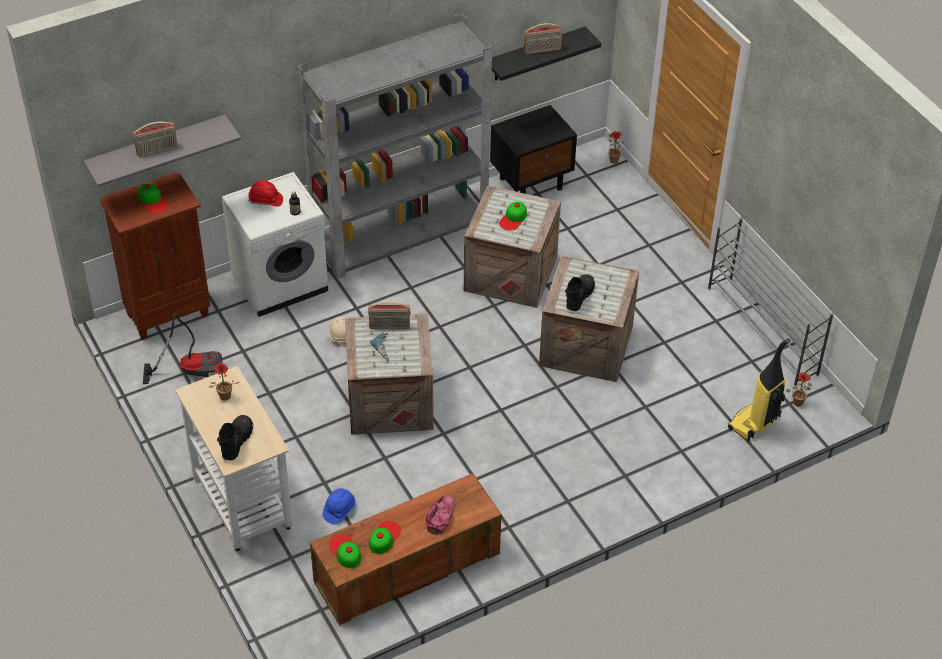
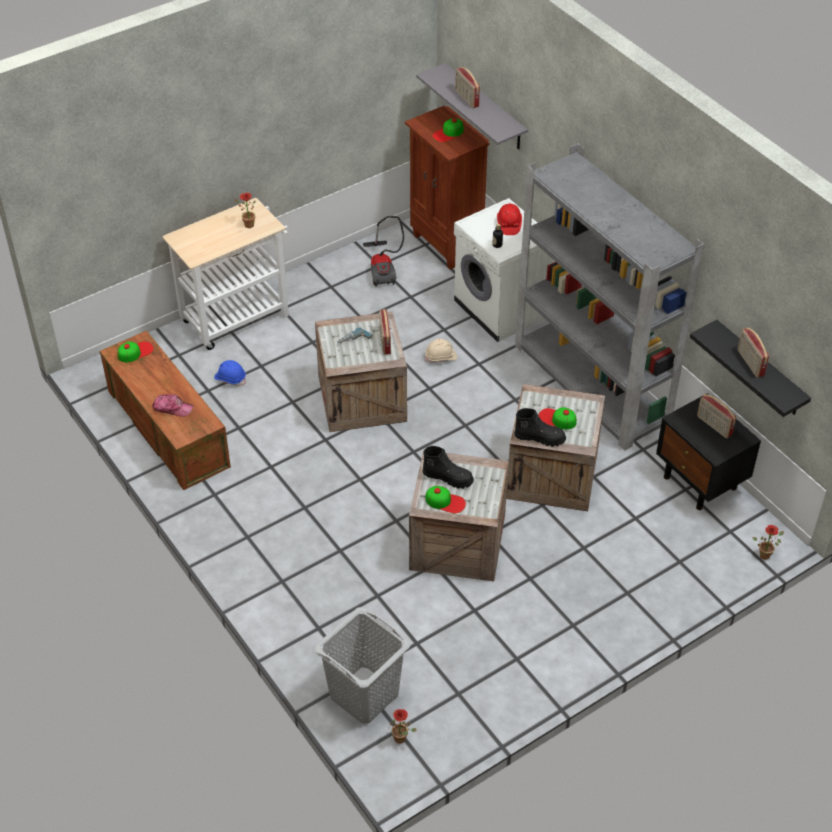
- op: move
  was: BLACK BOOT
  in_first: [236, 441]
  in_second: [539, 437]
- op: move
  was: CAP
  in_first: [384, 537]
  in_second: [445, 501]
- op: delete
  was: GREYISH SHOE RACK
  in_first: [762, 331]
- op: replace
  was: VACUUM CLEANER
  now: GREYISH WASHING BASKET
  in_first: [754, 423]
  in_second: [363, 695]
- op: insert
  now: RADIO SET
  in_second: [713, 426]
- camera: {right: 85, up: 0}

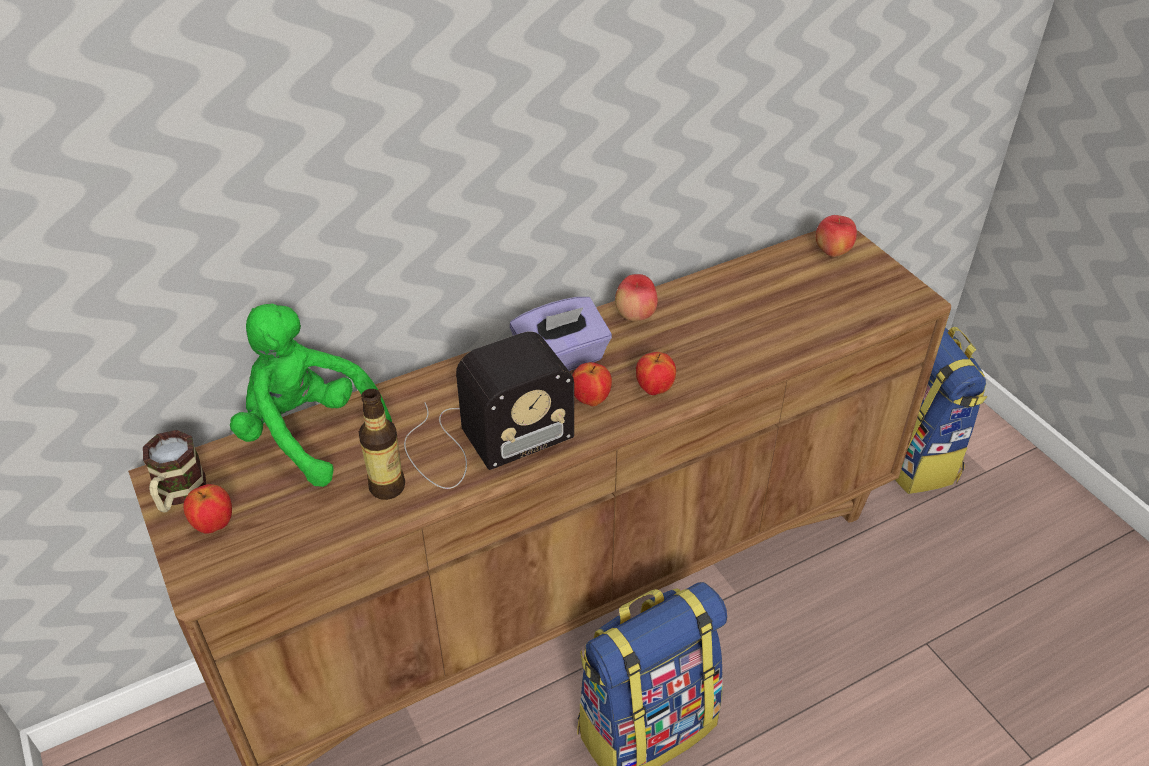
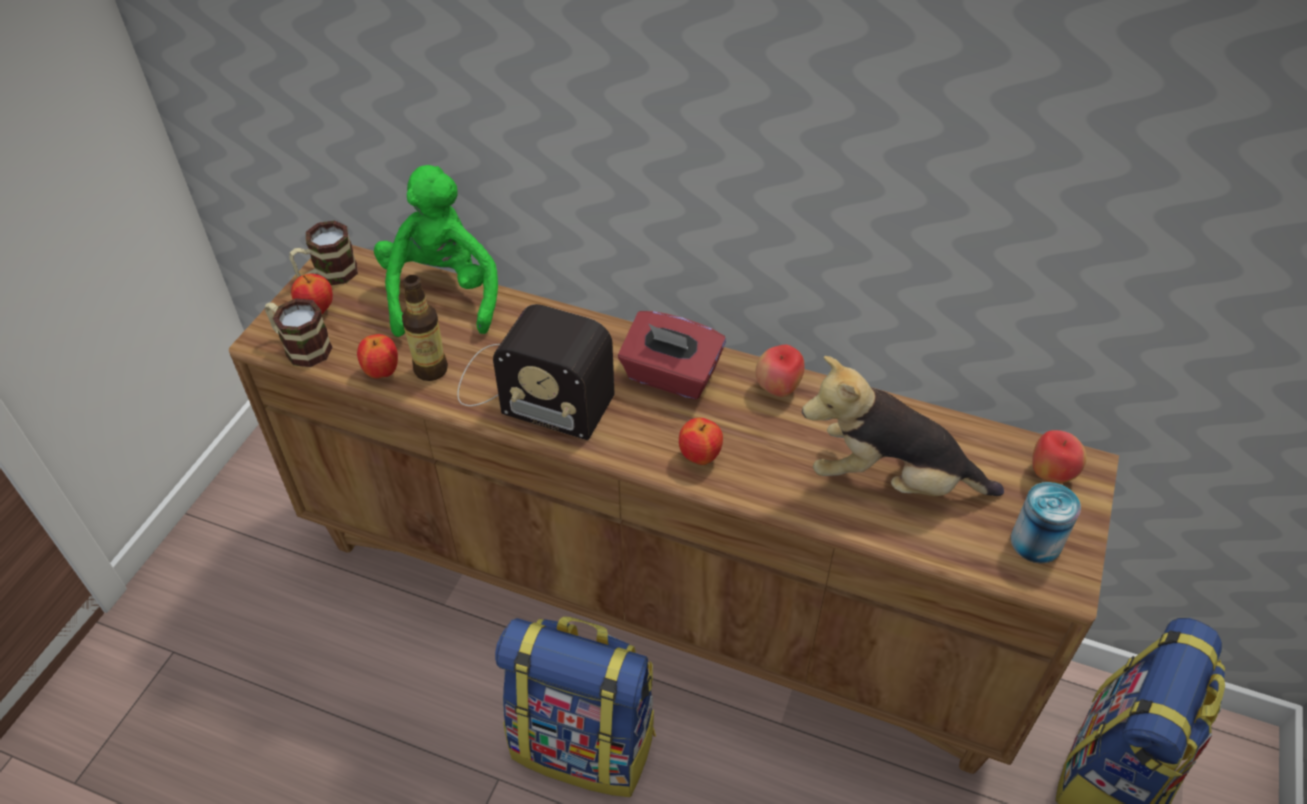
- op: recolor
  was: PURPLE TISSUE BOX
  now: RED TISSUE BOX
  in_first: [561, 359]
  in_second: [670, 376]
- op: move
  was: WHOLE APPLE
  in_first: [591, 400]
  in_second: [382, 372]
- op: insert
  now: MUG
  in_second: [301, 347]
- op: insert
  now: PLUSH TOY
  in_second: [890, 480]
- op: insert
  now: CAN
  in_second: [1035, 542]
- camera: {right: 50, up: 5}

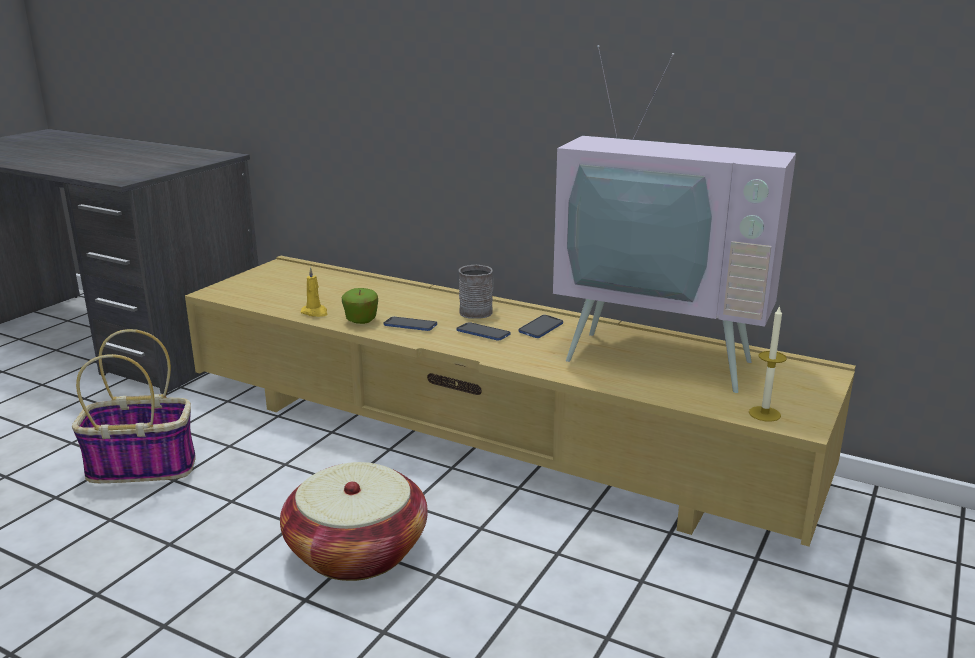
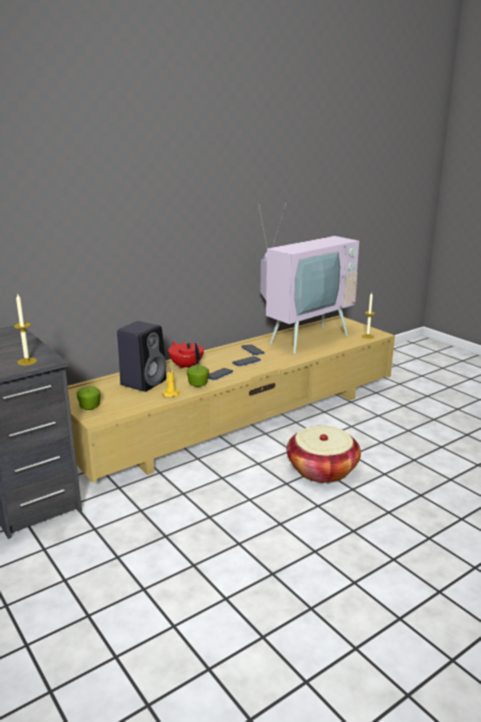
- op: delete
  was: BASKET
  in_first: [144, 466]
- op: delete
  was: GREYISH MUG
  in_first: [479, 311]
- op: insert
  now: WAX CANDLE
  in_second: [27, 361]
- op: insert
  now: WHOLE APPLE
  in_second: [89, 407]
- op: insert
  now: BLACK LOUDSPEAKER
  in_second: [144, 382]
- op: insert
  now: RED TEA POT
  in_second: [186, 366]
- camera: {right: -65, up: 0}

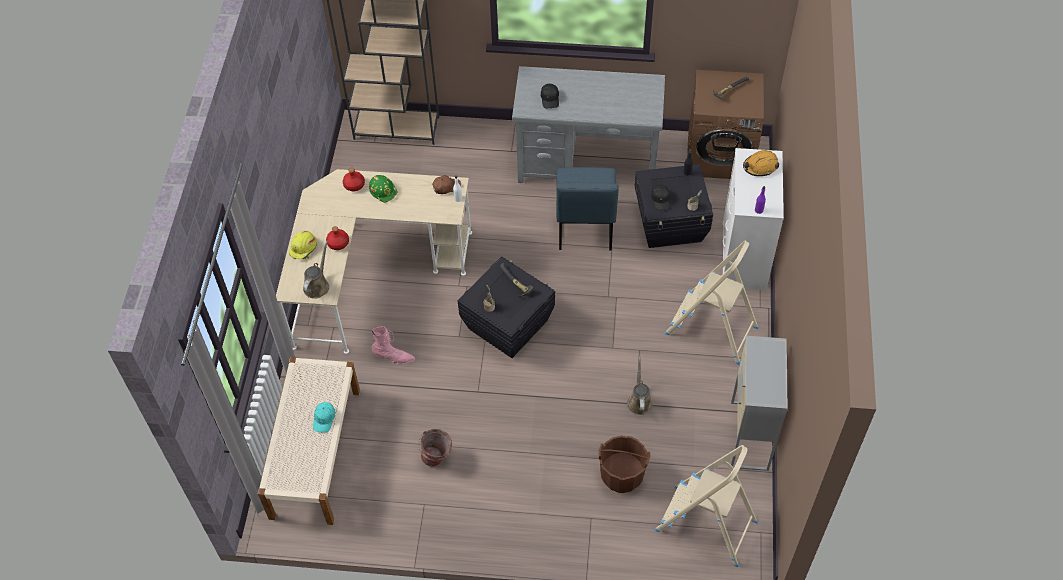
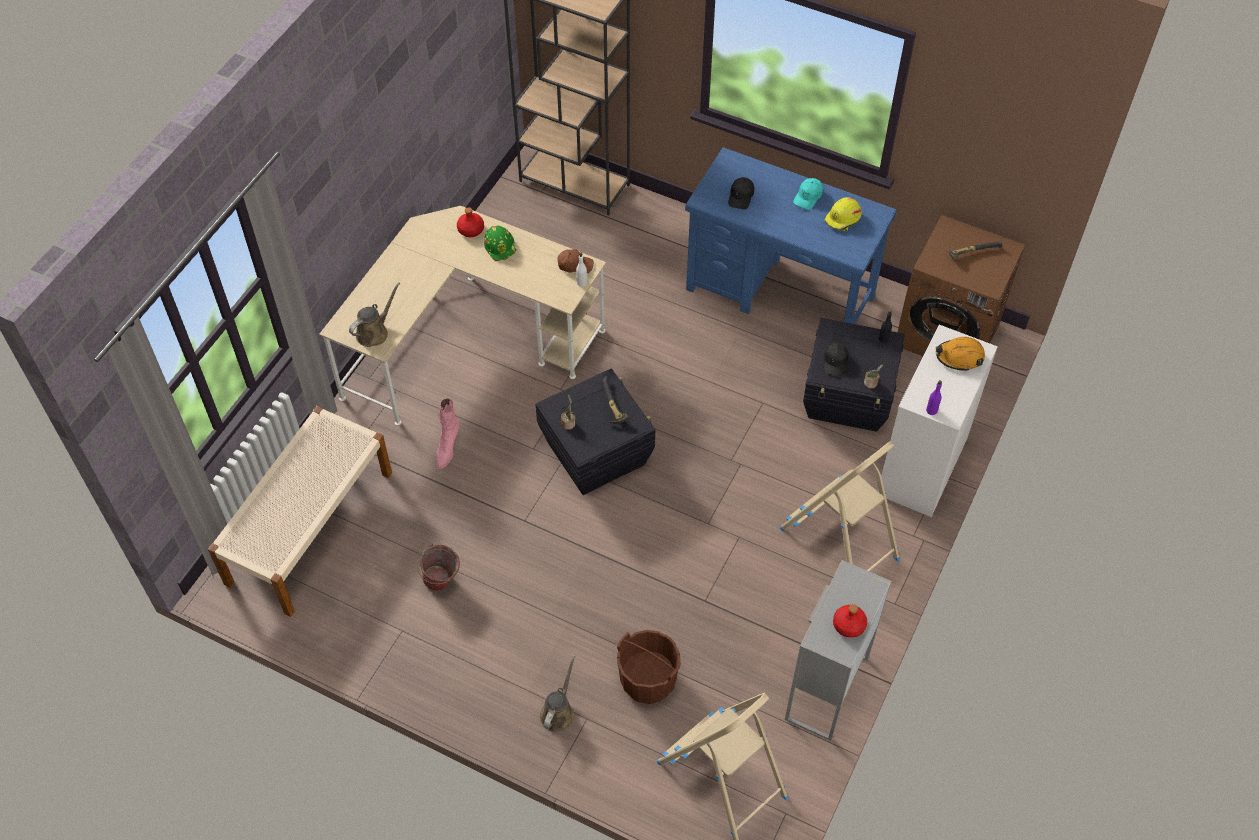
- op: move
  was: YELLOW HARD HAT
  in_first: [304, 248]
  in_second: [843, 219]
- op: move
  was: BLUE-GREEN CAP
  in_first: [324, 419]
  in_second: [808, 197]
- op: move
  was: RED DRINK BOTTLE
  in_first: [338, 243]
  in_second: [848, 624]
- op: rotate
  was: PINK BOOT
  in_first: [394, 358]
  in_second: [447, 448]
  clockwise: 75
- op: recolor
  was: GREYISH DESK UNIT
  now: BLUE DESK UNIT
  in_first: [587, 163]
  in_second: [780, 292]
- op: delete
  was: BLUE CHAIR
  in_first: [584, 227]
- op: move
  was: BROWNISH WATERING POT
  in_first: [639, 401]
  in_second: [558, 712]
- camera: {right: 20, up: 0}

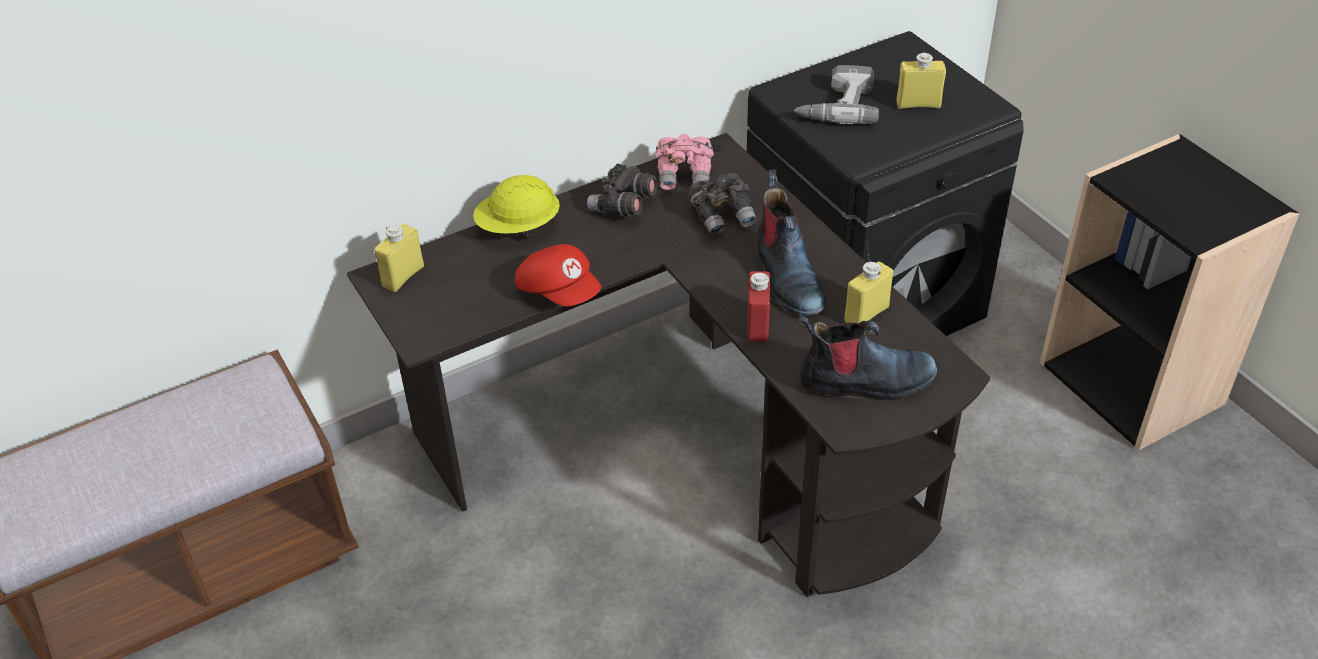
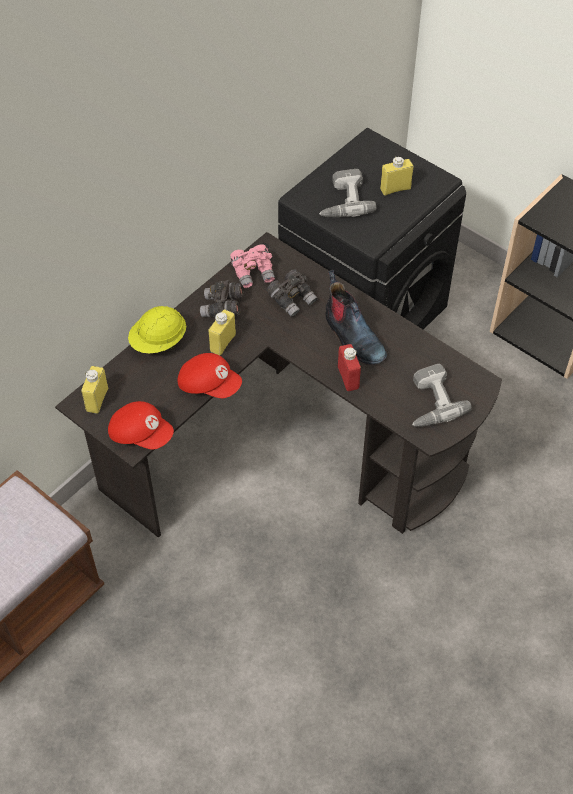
- op: replace
  was: BOOT
  now: DRILL
  in_first: [865, 382]
  in_second: [429, 402]
- op: move
  was: YELLOW DRINK BOTTLE
  in_first: [866, 314]
  in_second: [223, 343]
- op: insert
  now: RED CAP
  in_second: [141, 434]
- camera: {right: -20, up: 10}

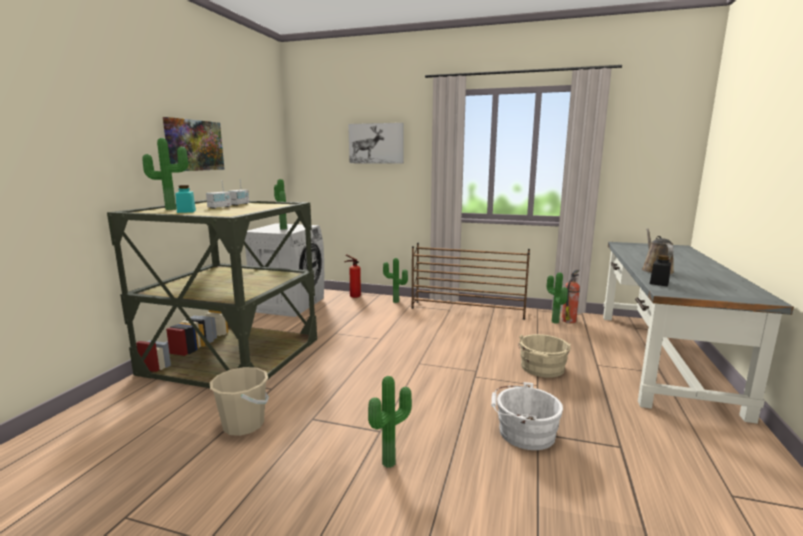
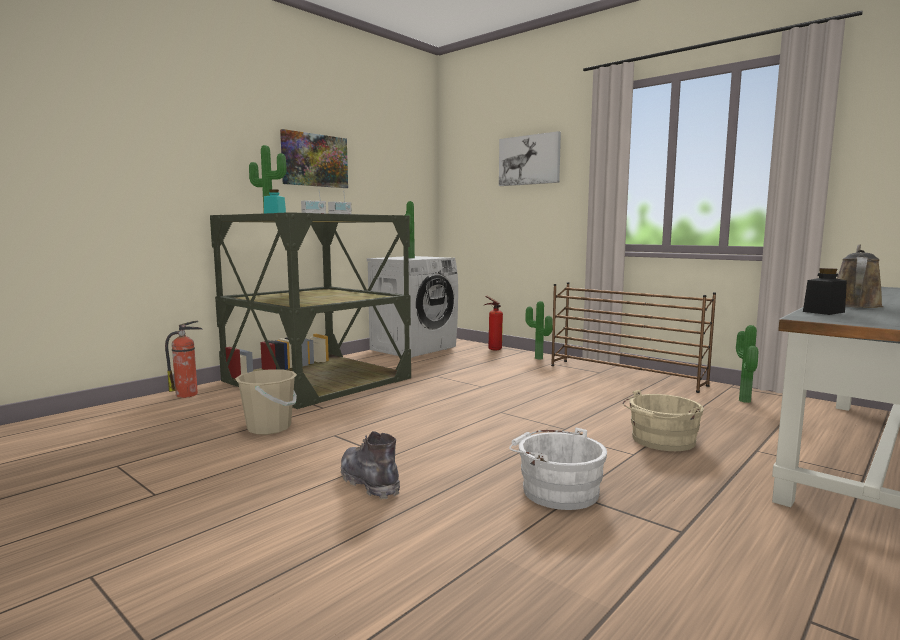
- op: replace
  was: POTTED PLANT
  now: GREYISH BOOT
  in_first: [391, 464]
  in_second: [369, 482]
- op: move
  was: FIRE EXTINGUISHER
  in_first: [569, 320]
  in_second: [188, 394]
- camera: {right: 25, up: -5}

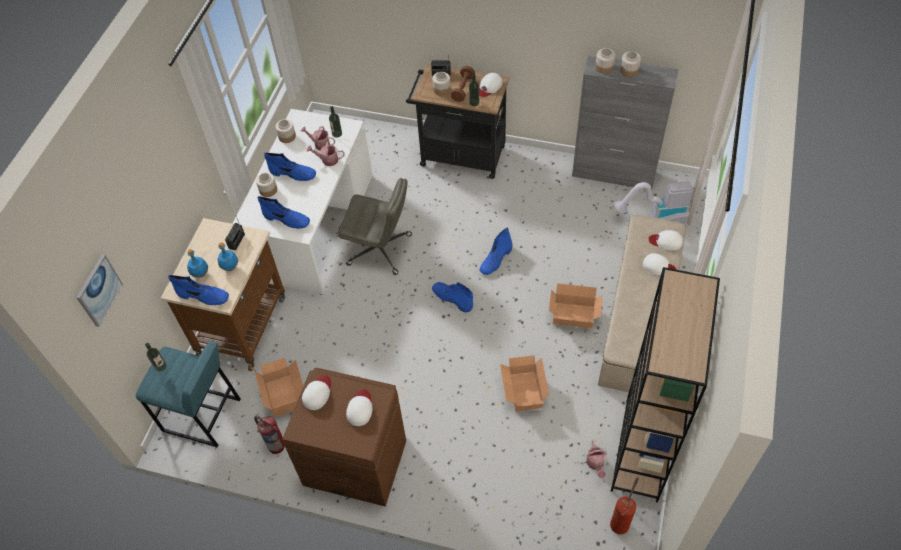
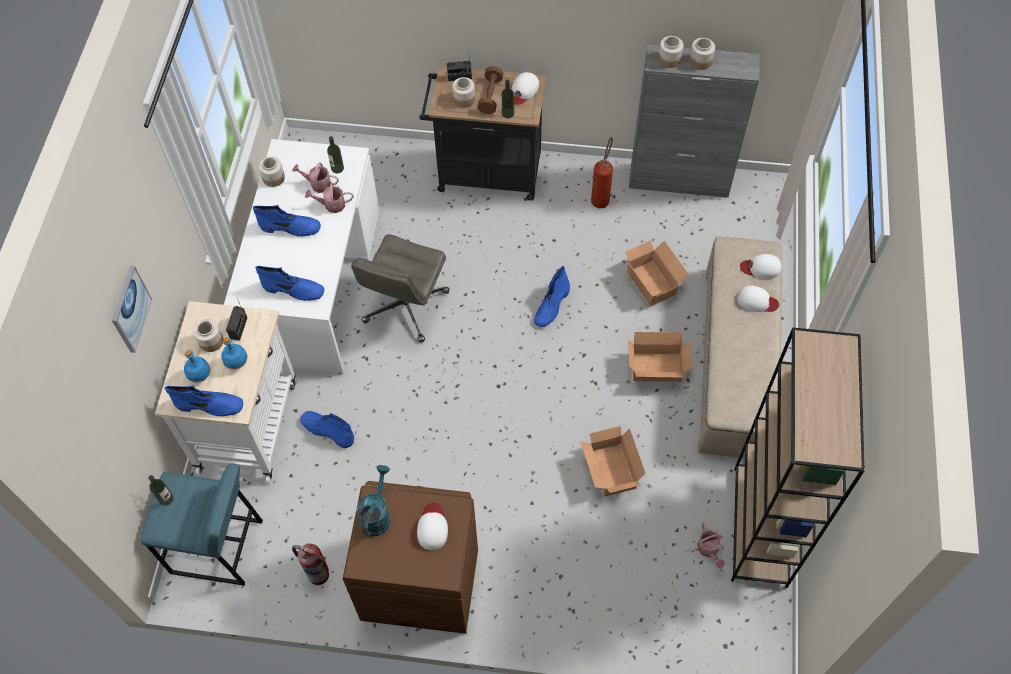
- op: move
  was: PICTURE
  in_first: [98, 290]
  in_second: [130, 309]
- op: recolor
  was: BROWNISH CART
  now: WHITE CART
  in_first: [242, 326]
  in_second: [247, 426]
- op: move
  was: CARTON
  in_first: [284, 394]
  in_second: [652, 281]
- op: move
  was: JAR
  in_first: [268, 190]
  in_second: [211, 341]
- op: replace
  was: WHITE CAP
  now: BLUE-GREEN WATERING POT
  in_first: [317, 393]
  in_second: [376, 514]
- op: rotate
  was: GREYISH DESK CHAIR
  in_first: [380, 249]
  in_second: [406, 307]
  clockwise: 105
- op: move
  was: BLUE BOOT
  in_first: [452, 298]
  in_second: [327, 430]
- op: move
  was: FIRE EXTINGUISHER
  in_first: [621, 521]
  in_second: [601, 197]
- op: delete
  was: VACUUM CLEANER
  in_first: [655, 217]
- camera: {right: -10, up: 5}

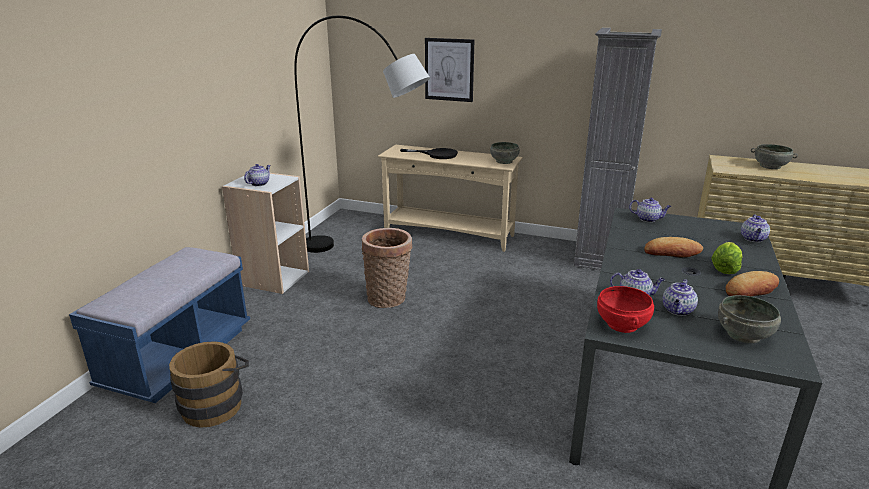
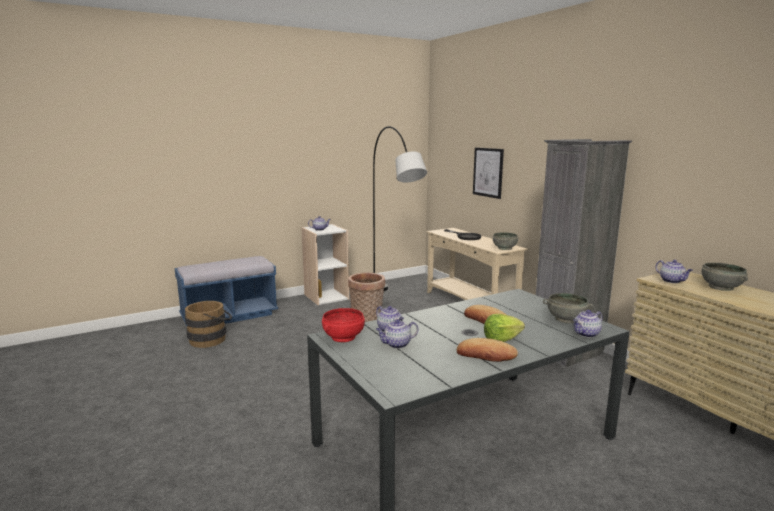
- op: move
  was: TEA POT
  in_first: [648, 219]
  in_second: [672, 281]
- op: move
  was: GREYISH BOWL
  in_first: [744, 335]
  in_second: [566, 319]
- camera: {right: 40, up: -10}

